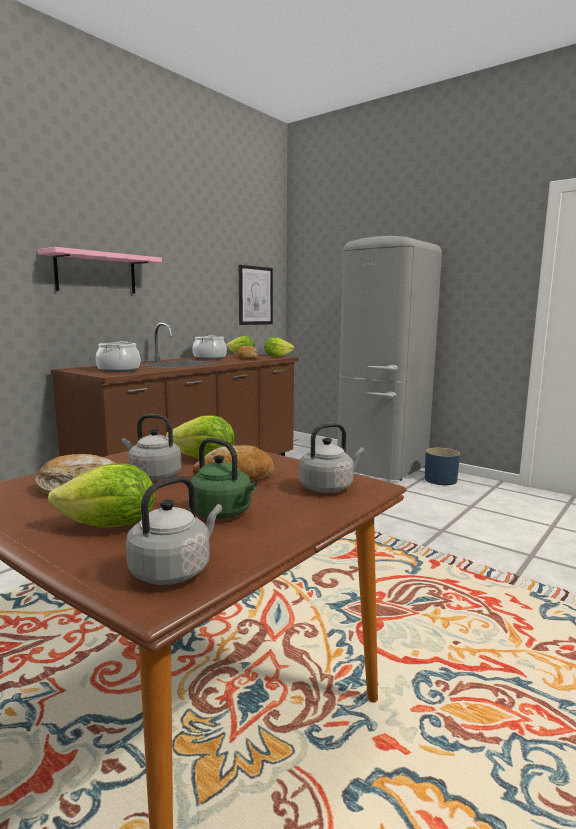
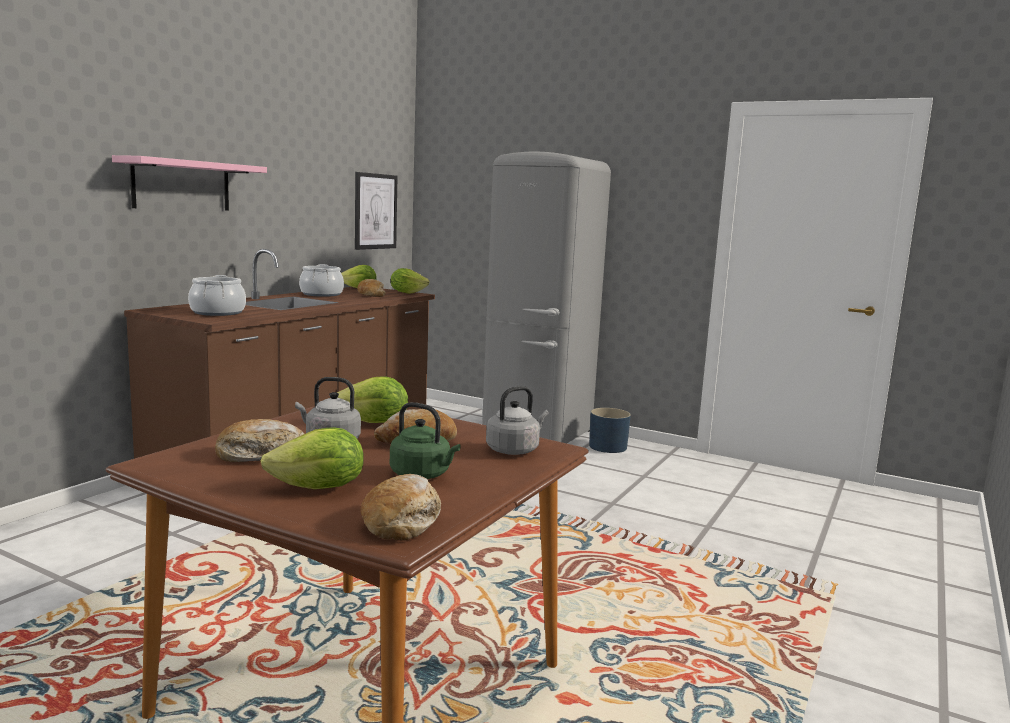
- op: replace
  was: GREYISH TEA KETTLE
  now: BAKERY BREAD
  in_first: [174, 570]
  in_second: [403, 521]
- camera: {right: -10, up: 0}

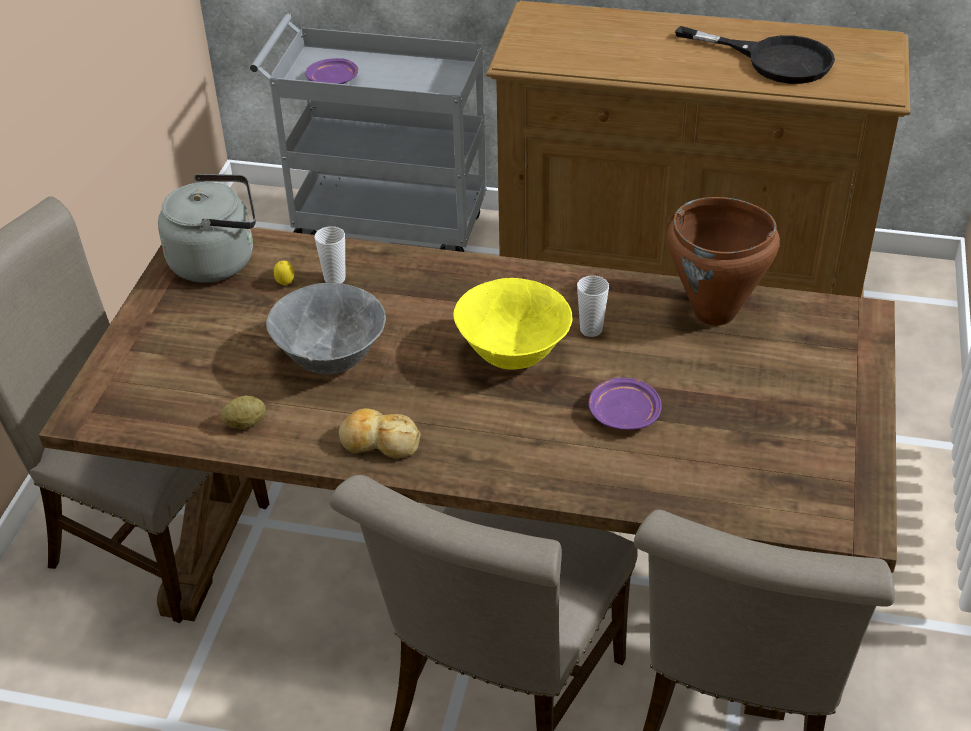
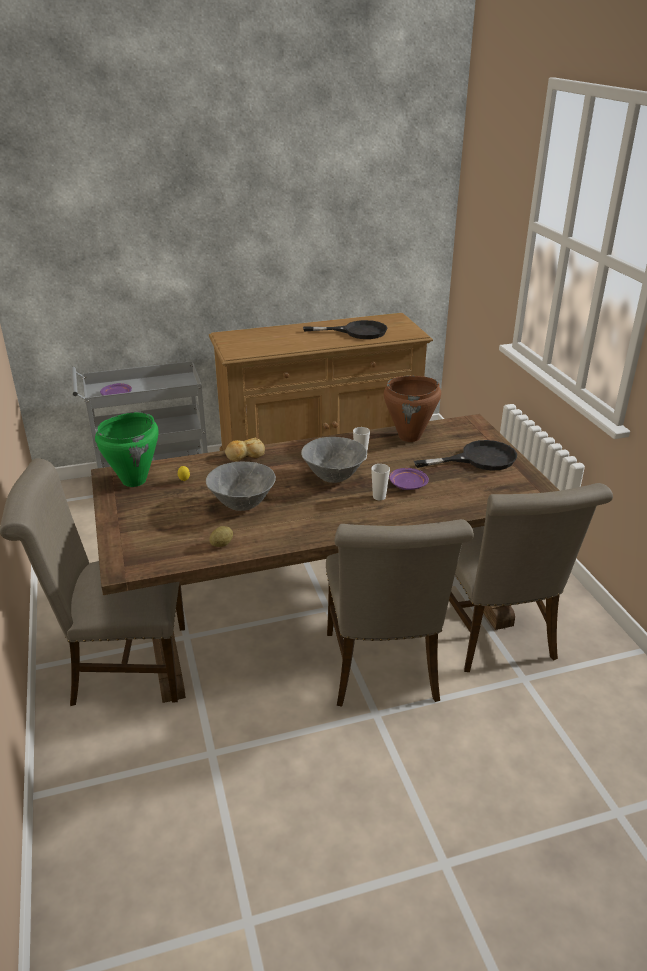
- op: replace
  was: GREYISH TEA KETTLE
  now: GREENISH SAUCEPOT
  in_first: [218, 260]
  in_second: [135, 481]
- op: move
  was: SMALL CUP
  in_first: [335, 279]
  in_second: [379, 497]
- op: move
  was: BAKERY BREAD
  in_first: [379, 442]
  in_second: [244, 455]
- op: recolor
  was: YELLOW BOWL
  now: GREYISH BOWL
  in_first: [513, 357]
  in_second: [334, 478]
- op: insert
  now: BLACK SKILLET
  in_second: [478, 459]
- camera: {right: -30, up: -10}

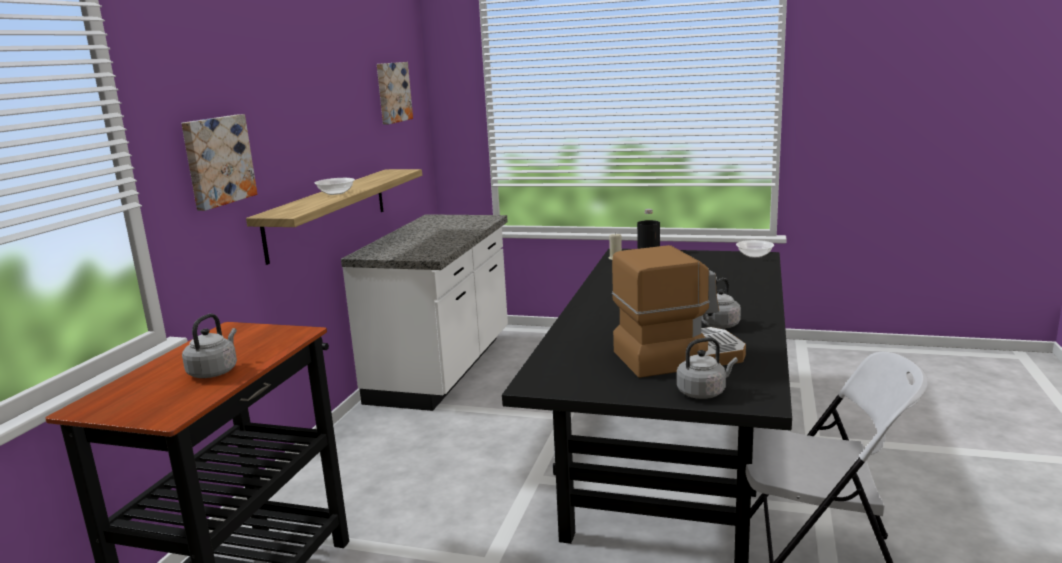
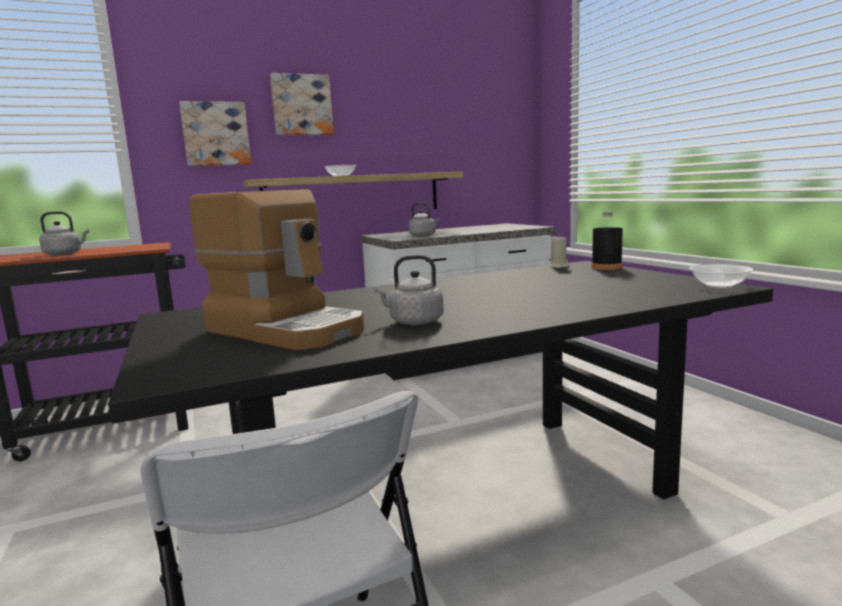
- op: move
  was: PICTURE
  in_first: [392, 92]
  in_second: [301, 105]
- op: move
  was: GREYISH TEA KETTLE
  in_first: [703, 392]
  in_second: [423, 236]
- camera: {right: 50, up: -5}

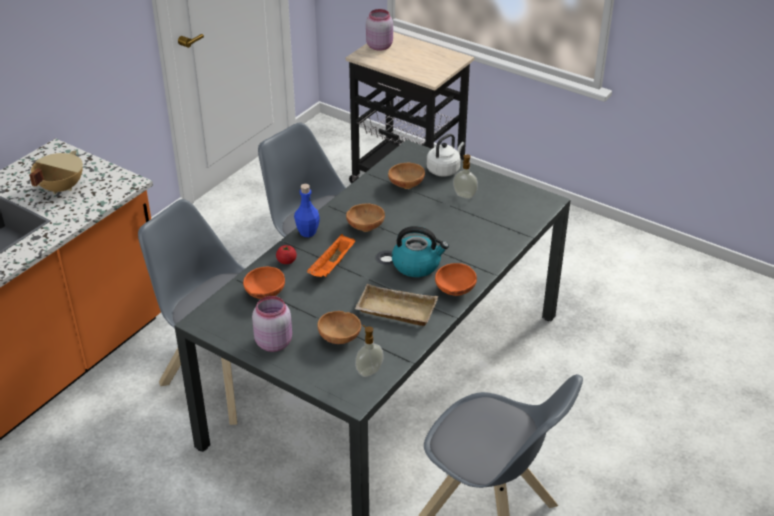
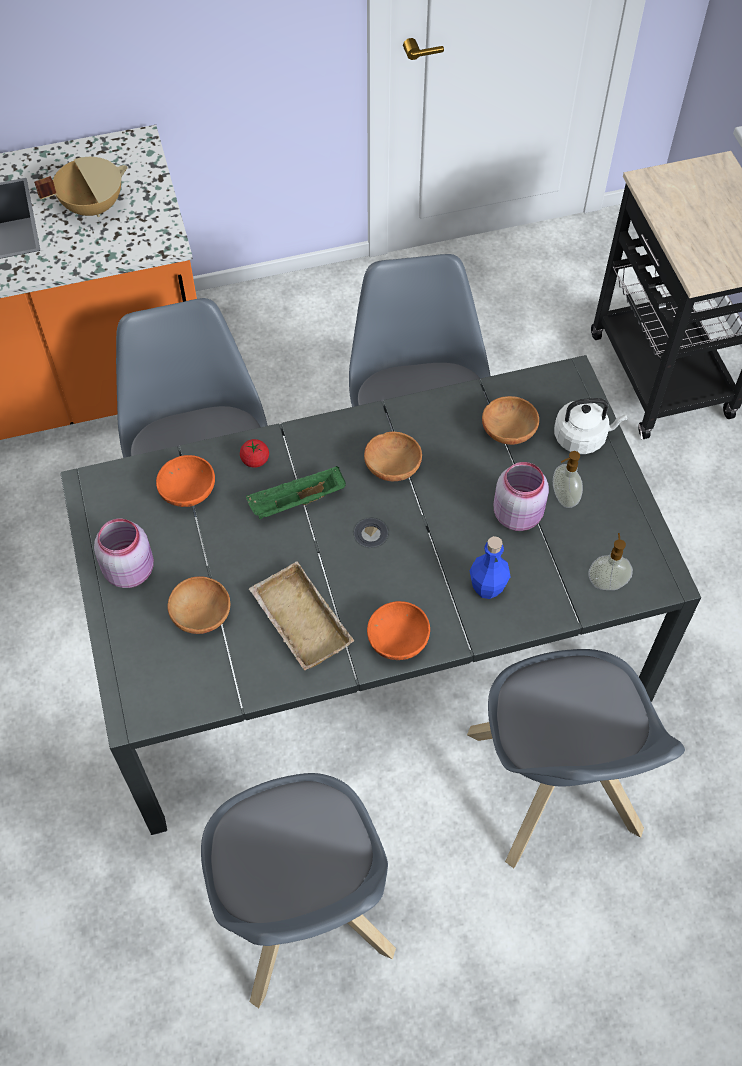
- op: move
  was: BLUE DRINK BOTTLE
  in_first: [307, 232]
  in_second: [487, 588]
- op: recolor
  was: ORANGE SERVING TRAY
  now: GREENISH SERVING TRAY
  in_first: [332, 266]
  in_second: [296, 503]
- op: move
  was: SOAP DISPENSER
  in_first: [369, 371]
  in_second: [606, 582]
- op: move
  was: PINK JAR
  in_first: [379, 46]
  in_second: [518, 514]
- op: delete
  was: TEA KETTLE
  in_first: [417, 265]
- op: insert
  now: GREYISH CHAIR
  in_second: [554, 787]
- camera: {right: 40, up: 20}

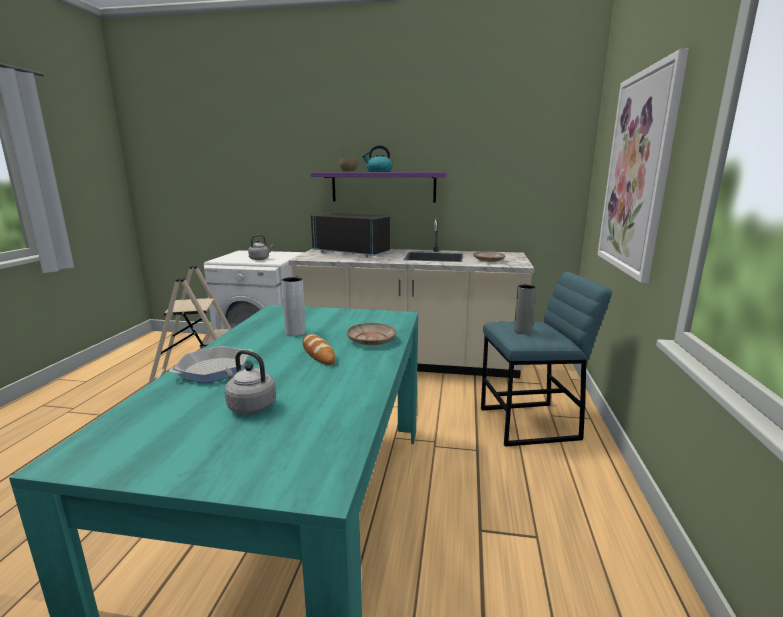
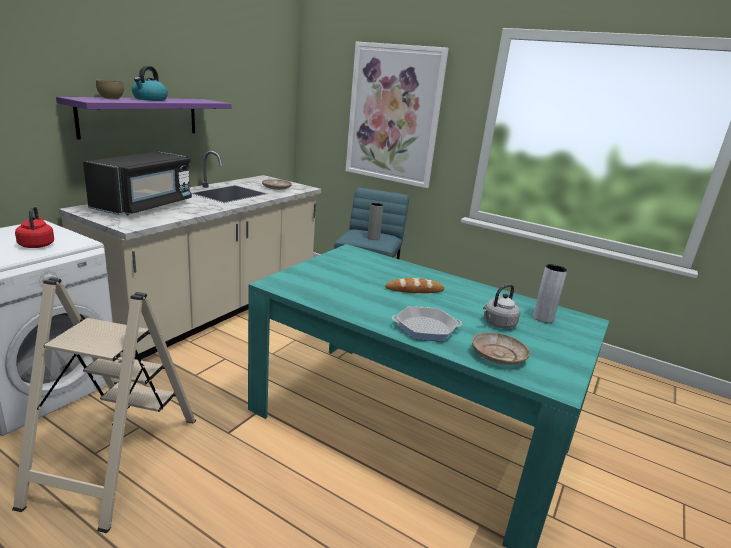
- op: rotate
  was: SKILLET
  in_first: [214, 369]
  in_second: [425, 328]
  clockwise: -75
- op: recolor
  was: GREYISH TEA KETTLE
  now: RED TEA KETTLE
  in_first: [260, 259]
  in_second: [37, 244]
- op: move
  was: GREYISH FLOWER VASE
  in_first: [295, 333]
  in_second: [543, 318]
- op: rotate
  was: BLACK KITCHEN MICROWAVE
  in_first: [352, 252]
  in_second: [145, 206]
  clockwise: 150
- op: move
  was: SAND-COLOURED FLAT DISH
  in_first: [371, 340]
  in_second: [498, 355]
- camera: {right: -70, up: 5}

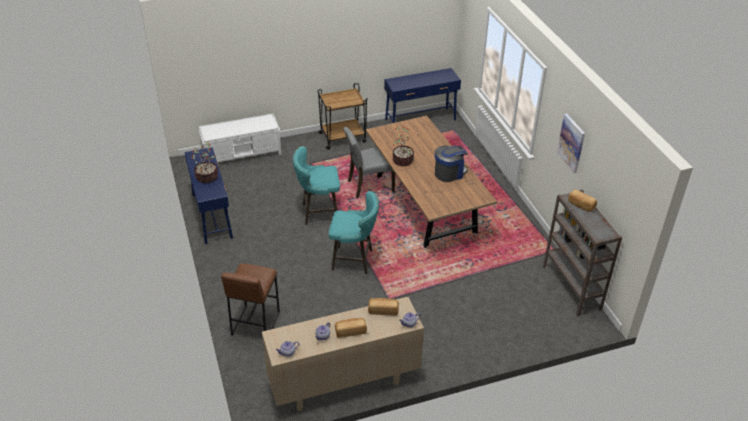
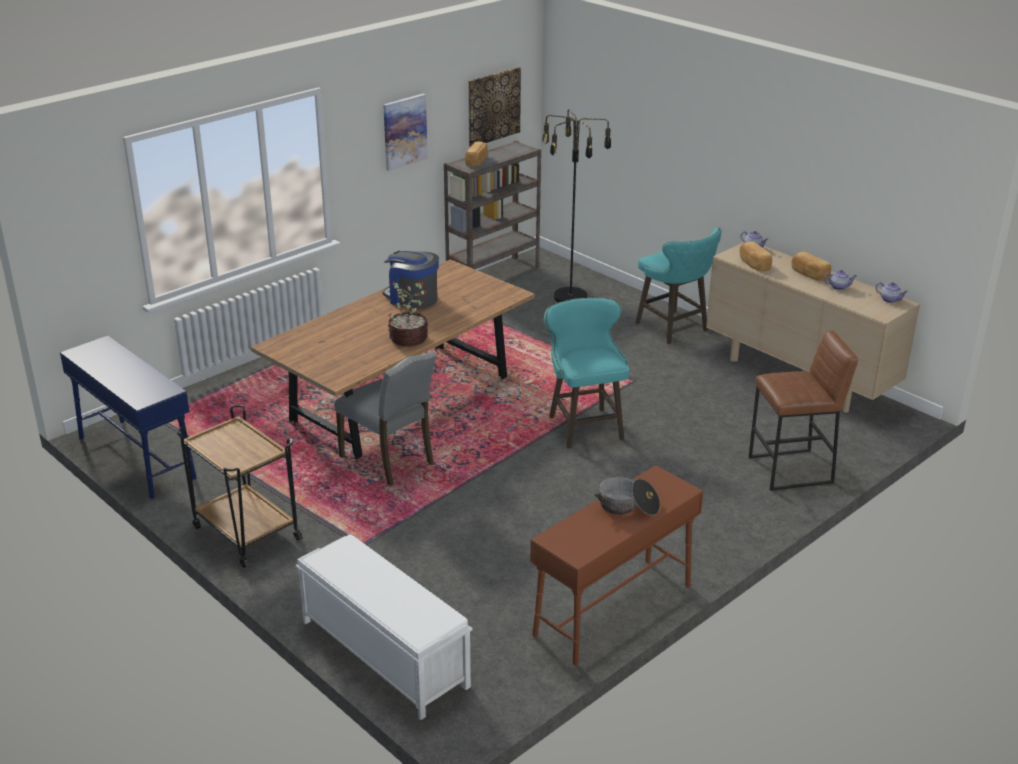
- op: recolor
  was: BLUE HALL TABLE
  now: BROWNISH HALL TABLE
  in_first: [212, 216]
  in_second: [612, 610]
- op: replace
  was: POTTED PLANT
  now: SAUCEPOT
  in_first: [207, 177]
  in_second: [628, 506]
- op: move
  was: BLUE-GREEN SITTING STOOL
  in_first: [318, 213]
  in_second: [673, 328]
- op: insert
  now: PICTURE
  in_second: [493, 106]
- op: insert
  now: STANDING LAMP
  in_second: [569, 297]
- camera: {right: -115, up: -10}

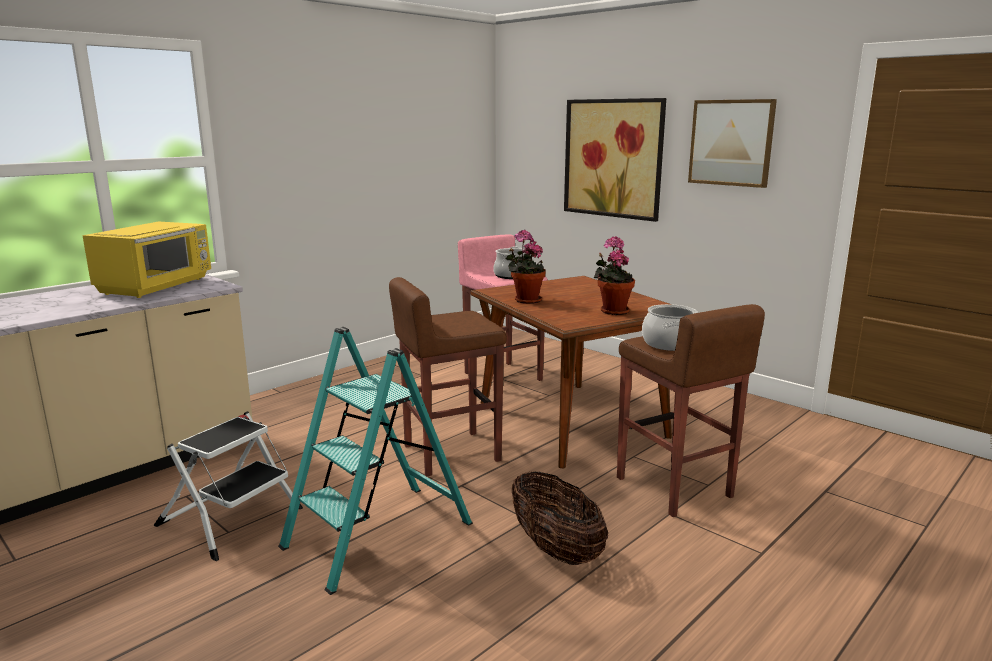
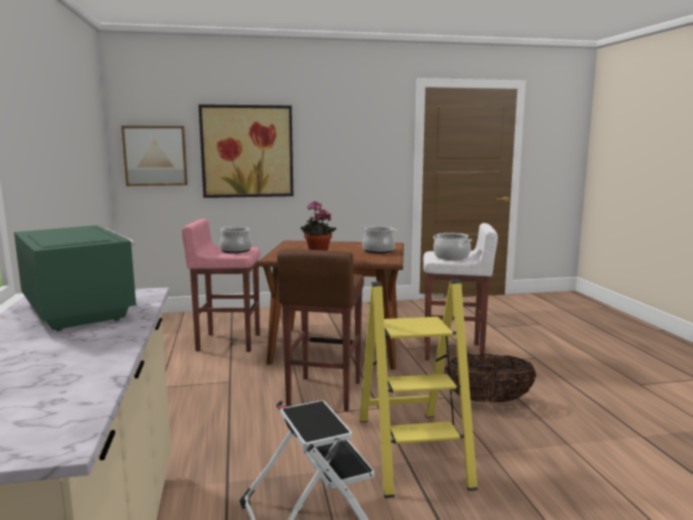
- op: recolor
  was: YELLOW KITCHEN MICROWAVE
  now: GREENISH KITCHEN MICROWAVE
  in_first: [157, 286]
  in_second: [78, 310]
- op: recolor
  was: BLUE-GREEN STEP STOOL
  now: YELLOW STEP STOOL
  in_first: [380, 533]
  in_second: [411, 449]
- op: replace
  was: POTTED PLANT
  now: SAUCEPOT
  in_first: [612, 311]
  in_second: [378, 251]
- op: recolor
  was: BROWNISH SITTING STOOL
  now: WHITE SITTING STOOL
  in_first: [673, 488]
  in_second: [454, 352]
- op: move
  was: PICTURE
  in_first: [731, 142]
  in_second: [155, 156]
- camera: {right: -55, up: -5}

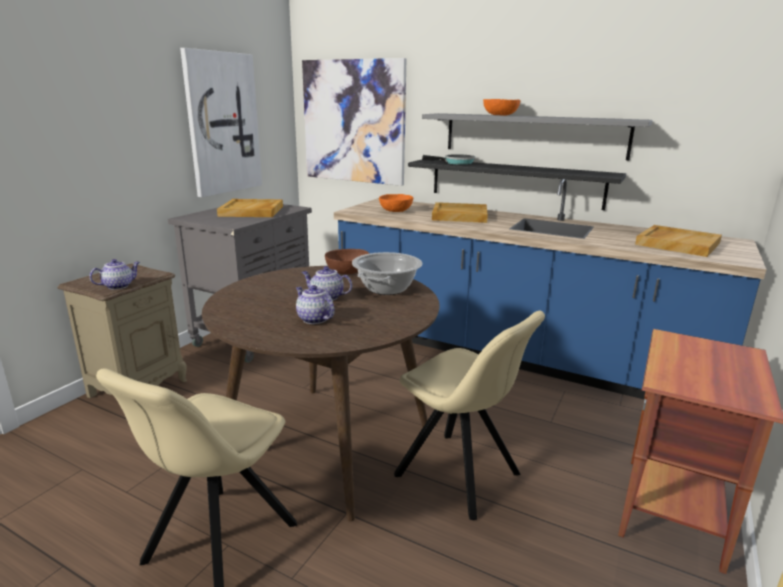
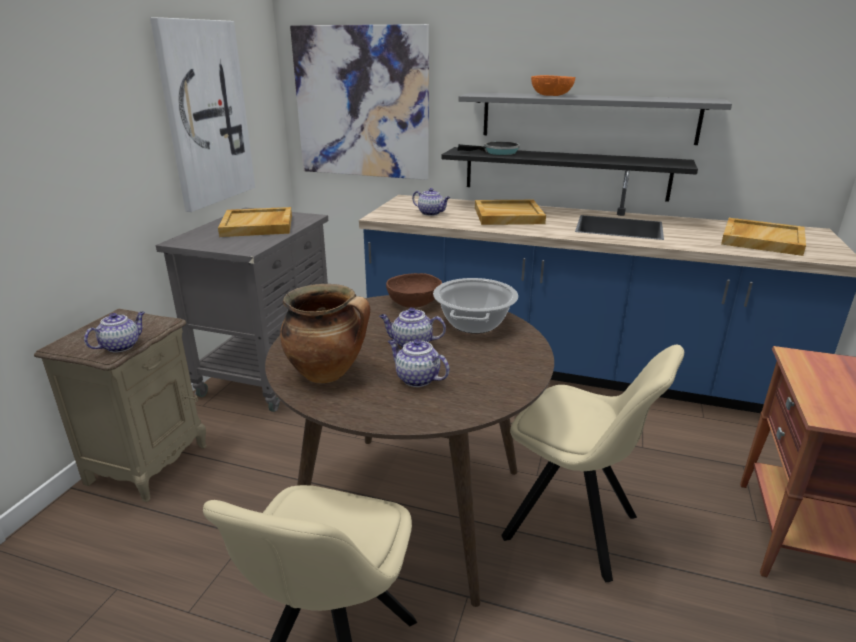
- op: replace
  was: ORANGE BOWL
  now: TEA POT
  in_first: [396, 211]
  in_second: [431, 213]
- op: insert
  now: SAUCEPOT
  in_second: [328, 373]
- camera: {right: -10, up: 5}

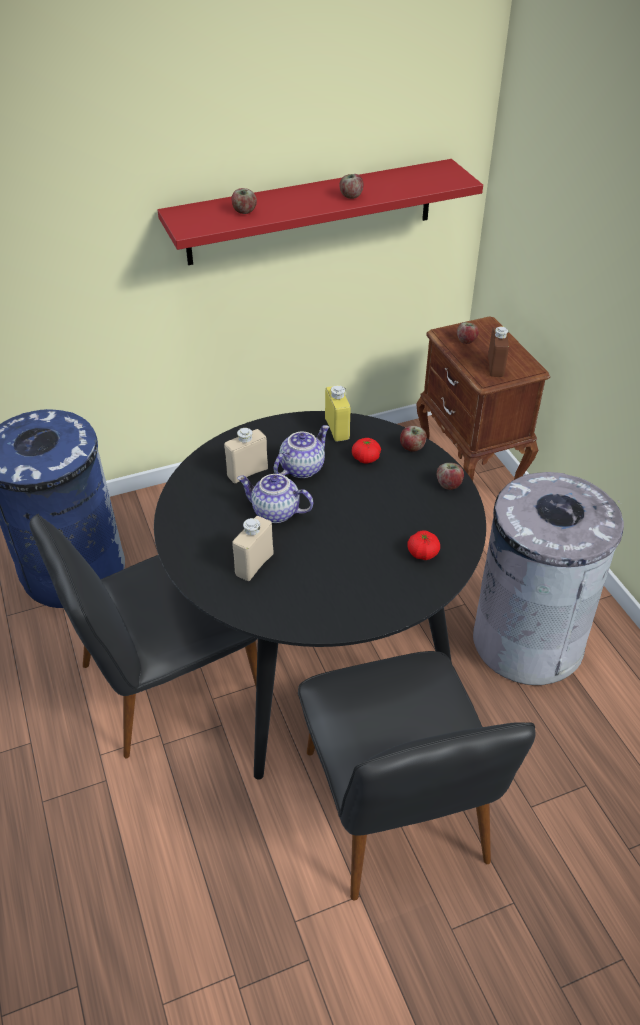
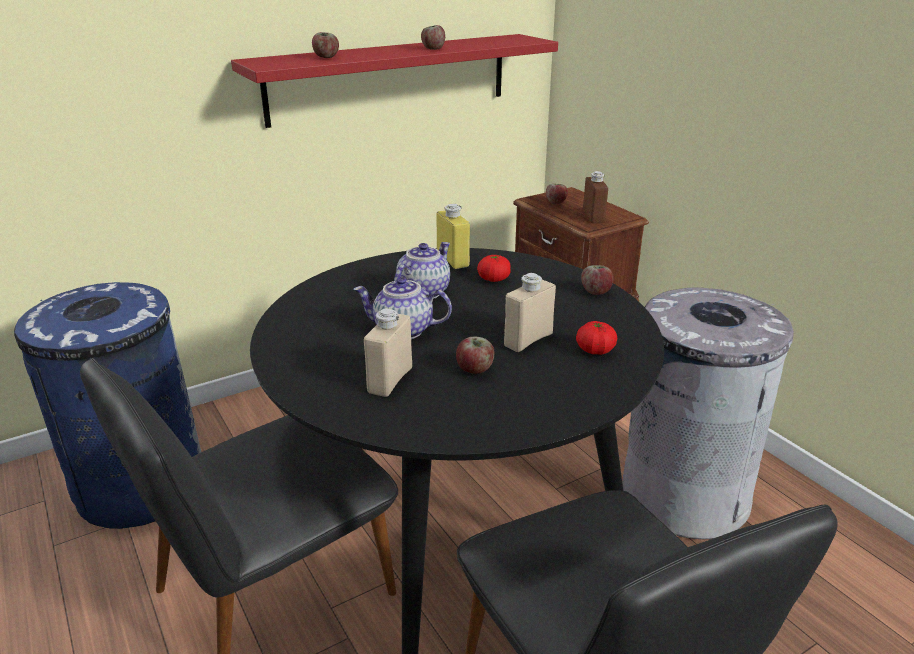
- op: move
  was: SAND-COLOURED DRINK BOTTLE
  in_first: [247, 472]
  in_second: [528, 340]
- op: move
  was: WHOLE APPLE
  in_first: [412, 448]
  in_second: [475, 370]
- camera: {right: -10, up: -15}

